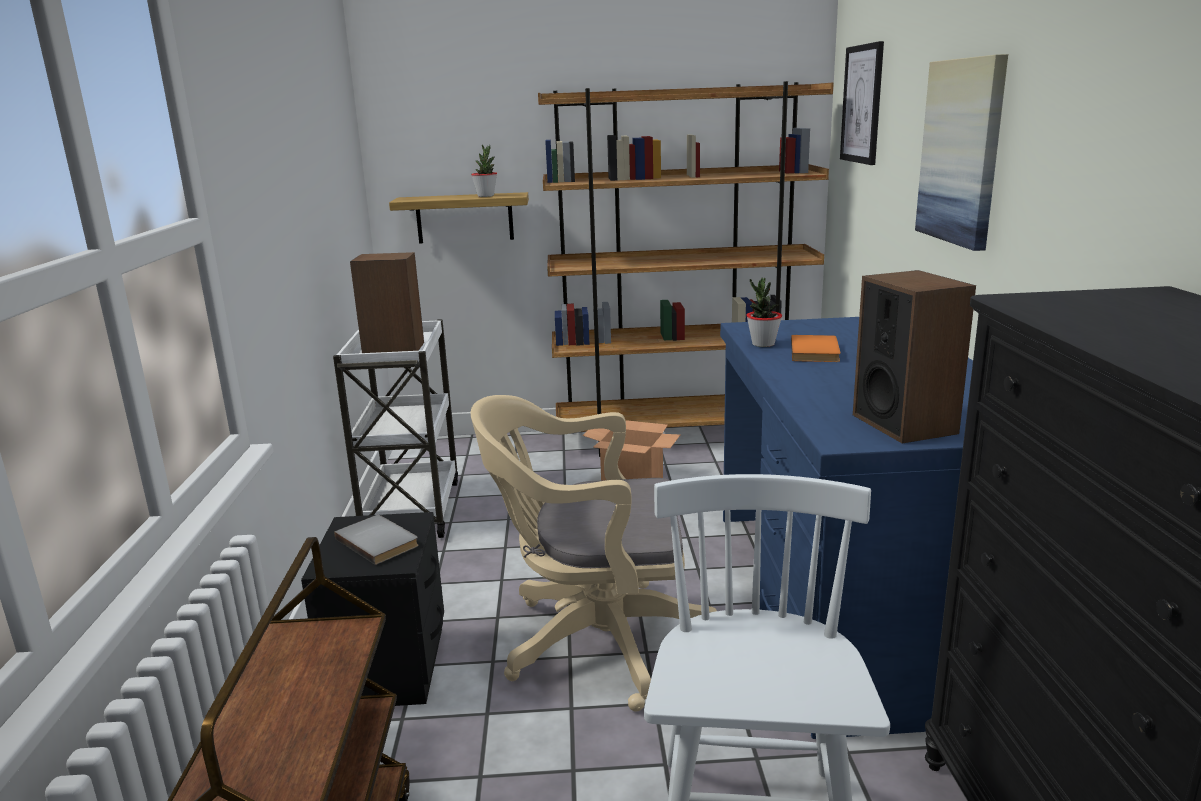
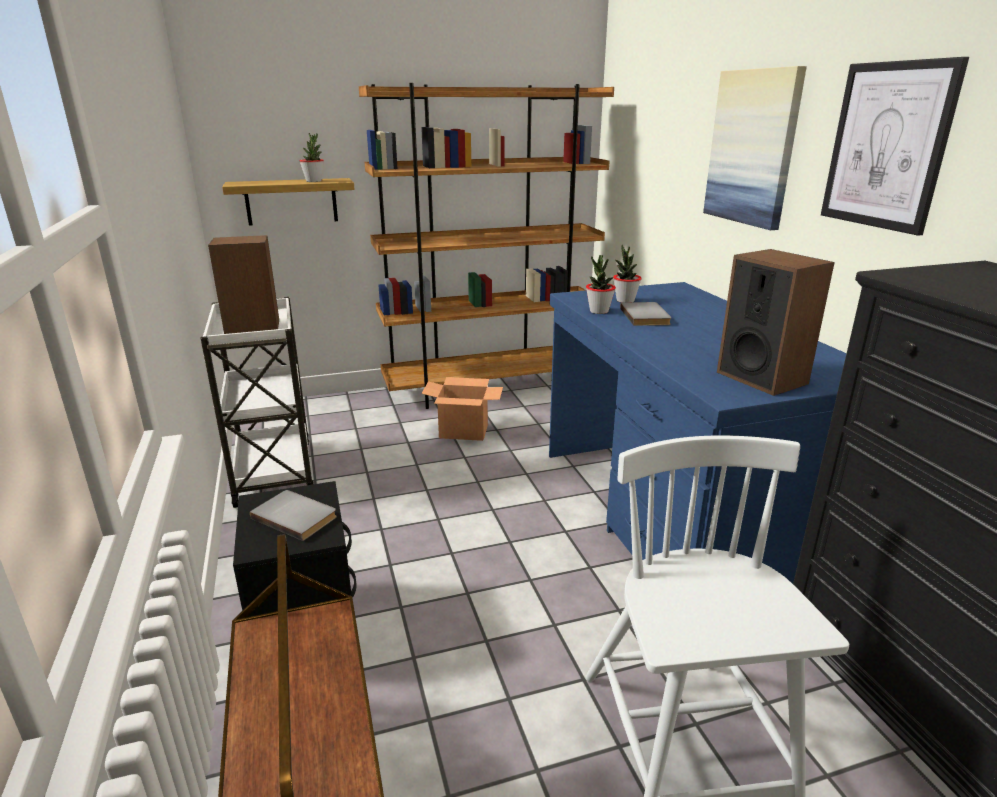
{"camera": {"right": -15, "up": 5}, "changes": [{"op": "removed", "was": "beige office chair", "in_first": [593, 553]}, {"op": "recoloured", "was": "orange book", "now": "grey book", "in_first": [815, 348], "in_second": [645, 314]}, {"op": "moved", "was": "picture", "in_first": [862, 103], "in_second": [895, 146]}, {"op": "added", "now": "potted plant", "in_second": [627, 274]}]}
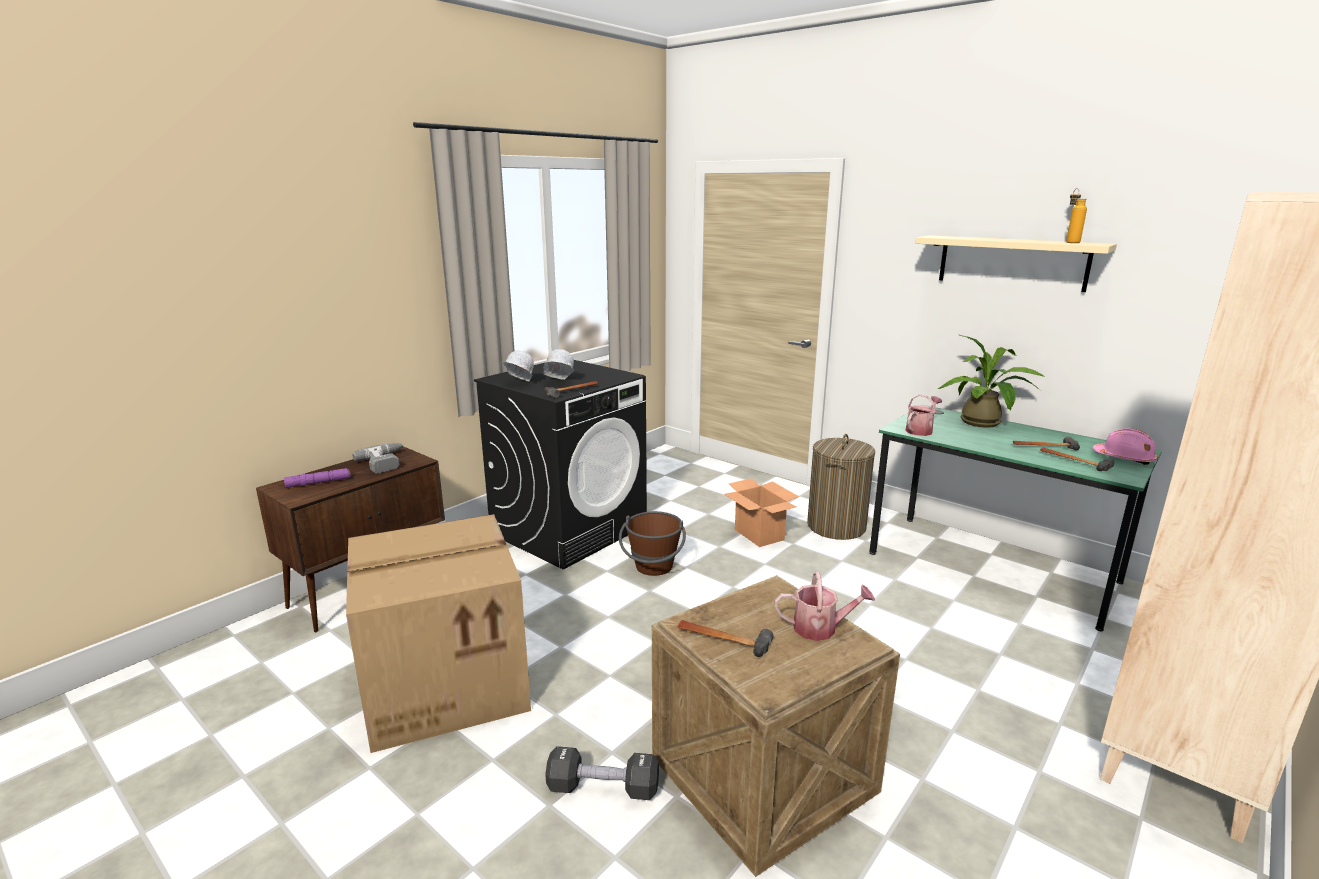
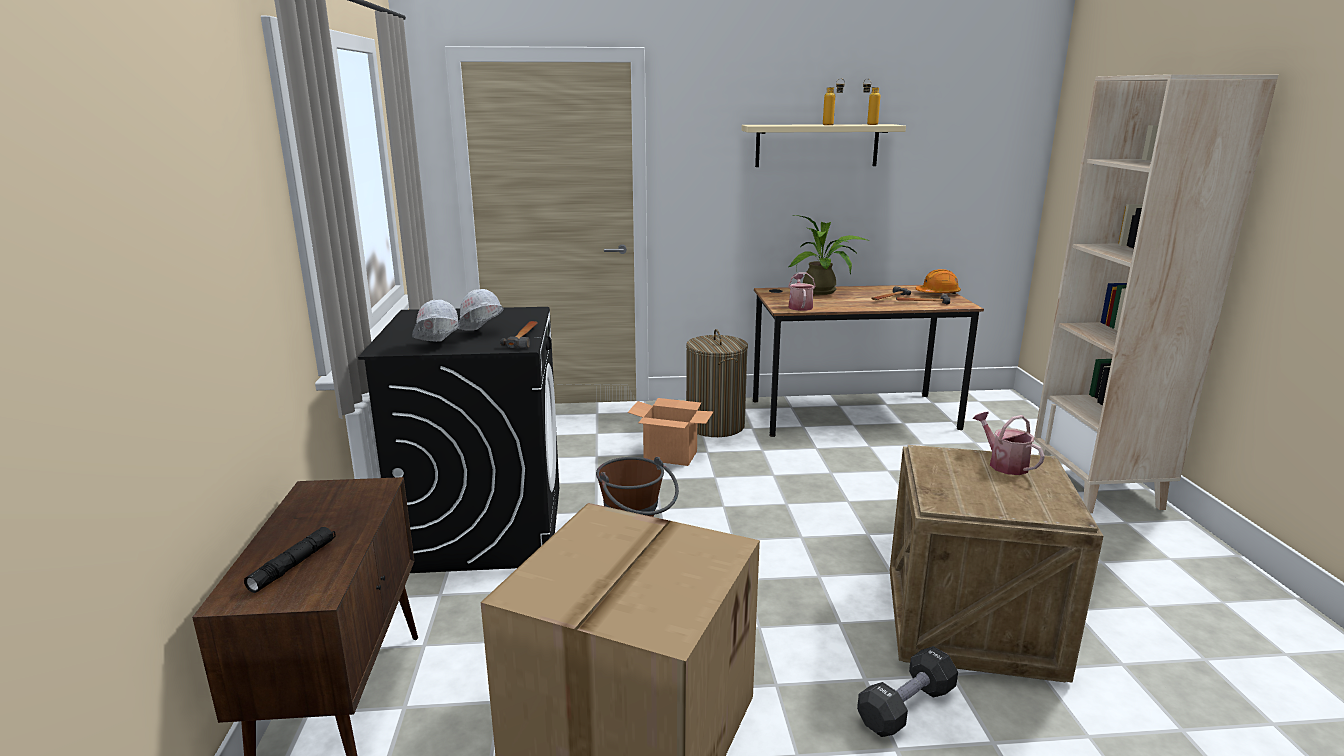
{"camera": {"right": -45, "up": 0}, "changes": [{"op": "recoloured", "was": "purple flashlight", "now": "black flashlight", "in_first": [317, 478], "in_second": [290, 560]}, {"op": "removed", "was": "power drill", "in_first": [378, 458]}, {"op": "removed", "was": "hammer", "in_first": [726, 638]}, {"op": "turned", "was": "watering can", "in_first": [825, 606], "in_second": [1009, 443], "clockwise": -75}, {"op": "recoloured", "was": "green desk", "now": "brown desk", "in_first": [1015, 518], "in_second": [868, 361]}, {"op": "recoloured", "was": "pink hard hat", "now": "orange hard hat", "in_first": [1125, 446], "in_second": [938, 281]}, {"op": "added", "now": "bottle", "in_second": [834, 101]}]}
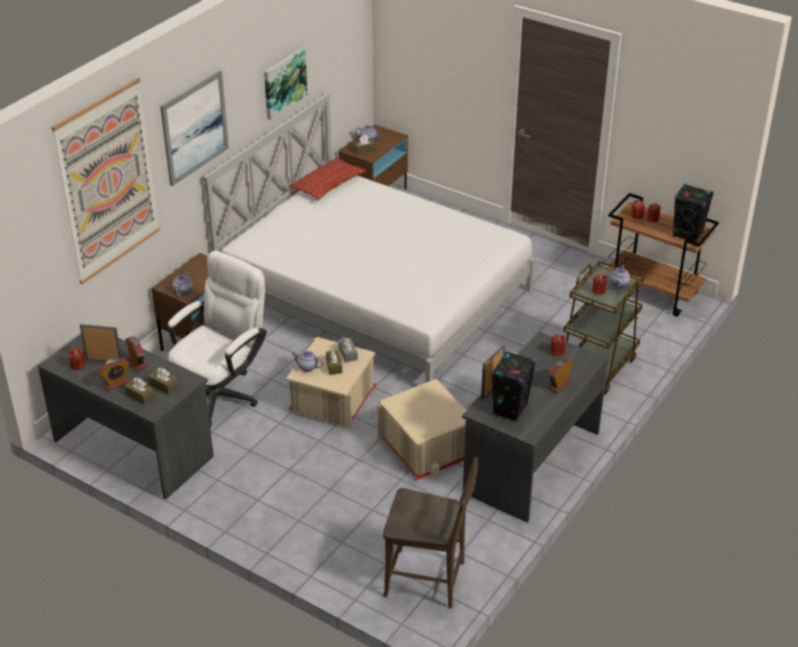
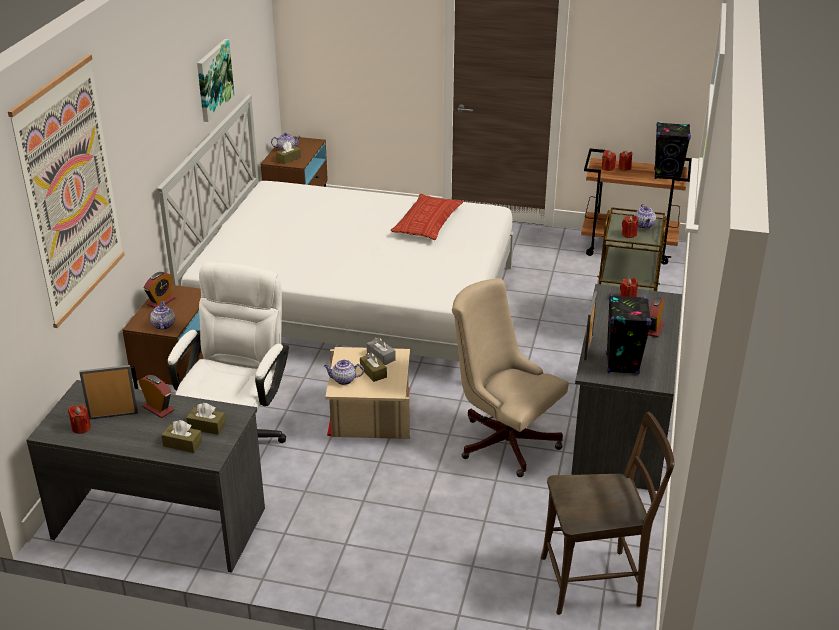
{"camera": {"right": -20, "up": -5}, "changes": [{"op": "moved", "was": "alarm clock", "in_first": [114, 374], "in_second": [159, 290]}, {"op": "removed", "was": "picture", "in_first": [194, 128]}, {"op": "moved", "was": "pillow", "in_first": [327, 178], "in_second": [426, 217]}, {"op": "replaced", "was": "beige storage box", "now": "beige office chair", "in_first": [422, 429], "in_second": [510, 377]}]}
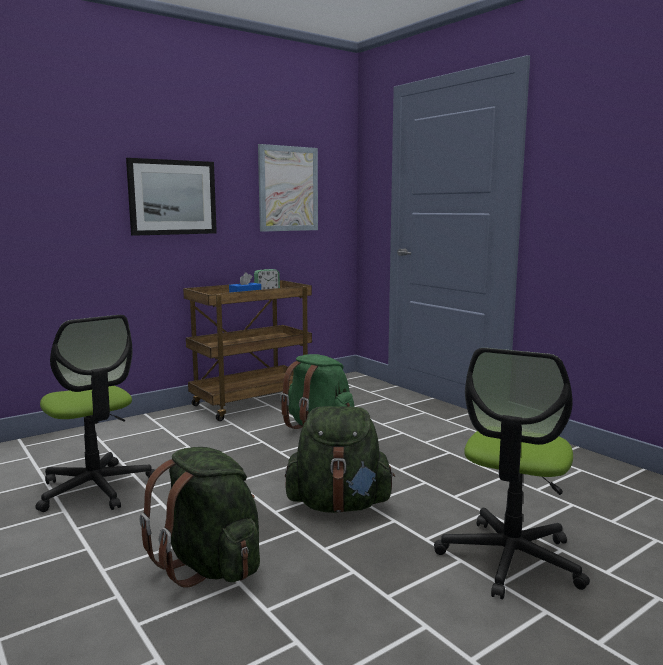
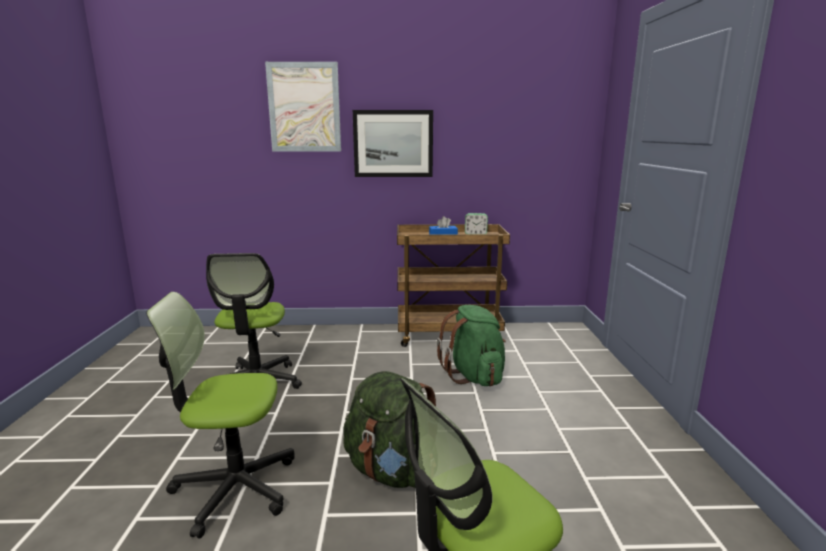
{"camera": {"right": 35, "up": 5}, "changes": [{"op": "replaced", "was": "green backpack", "now": "office chair", "in_first": [200, 517], "in_second": [220, 415]}, {"op": "moved", "was": "picture", "in_first": [288, 188], "in_second": [303, 107]}]}
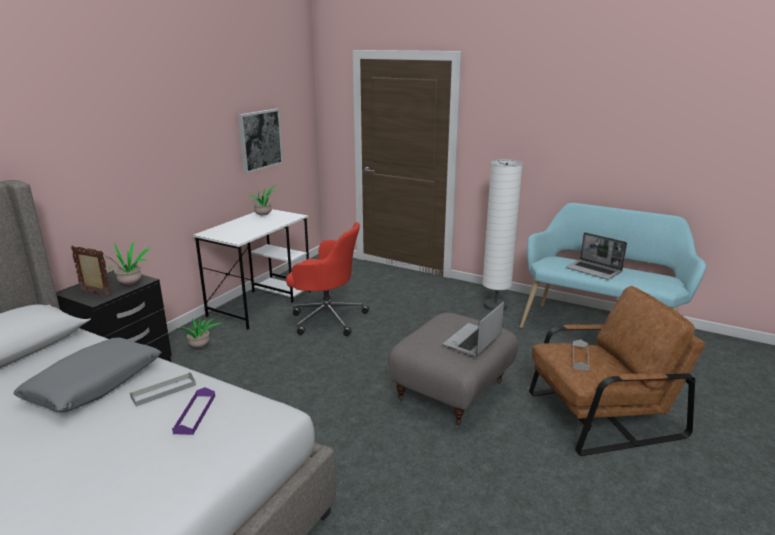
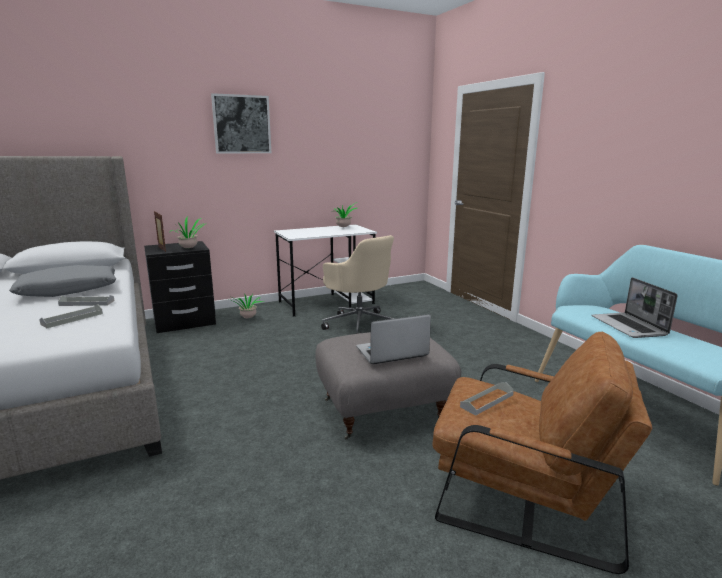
{"camera": {"right": 35, "up": -5}, "changes": [{"op": "recoloured", "was": "purple tray", "now": "grey tray", "in_first": [193, 411], "in_second": [71, 316]}, {"op": "moved", "was": "picture", "in_first": [260, 141], "in_second": [241, 123]}, {"op": "recoloured", "was": "red office chair", "now": "beige office chair", "in_first": [327, 279], "in_second": [358, 284]}, {"op": "removed", "was": "white floor lamp", "in_first": [503, 235]}]}
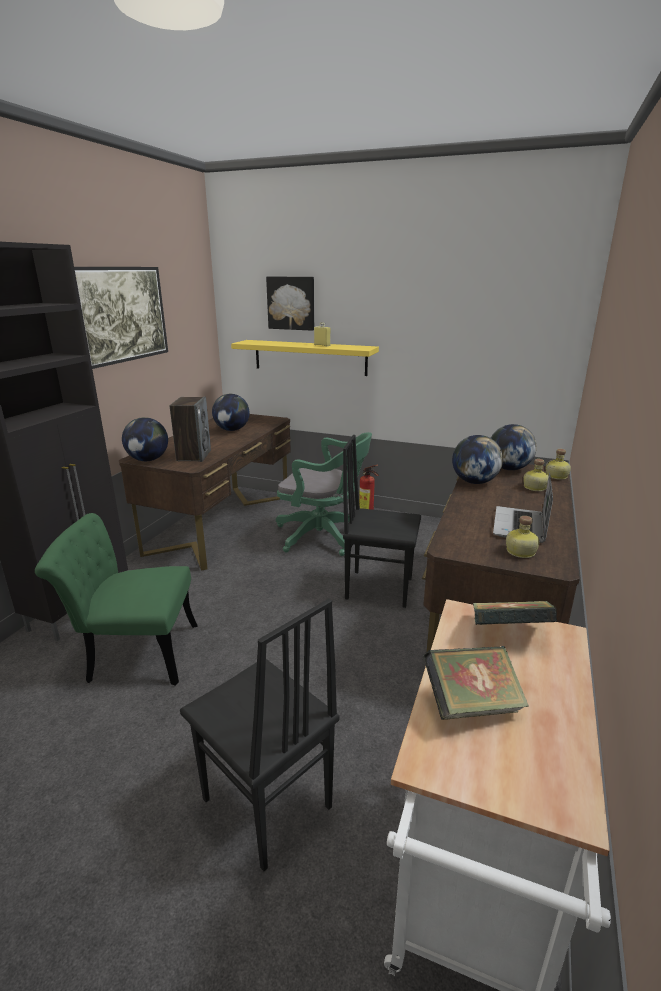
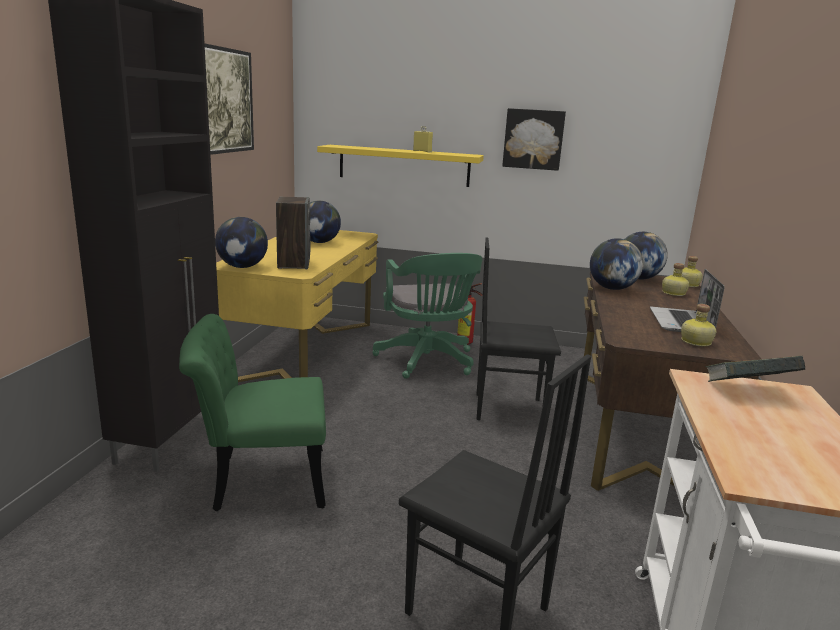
{"camera": {"right": -10, "up": -5}, "changes": [{"op": "recoloured", "was": "brown desk", "now": "yellow desk", "in_first": [205, 492], "in_second": [297, 306]}, {"op": "moved", "was": "picture", "in_first": [290, 303], "in_second": [534, 139]}, {"op": "turned", "was": "green office chair", "in_first": [324, 494], "in_second": [427, 316], "clockwise": 60}, {"op": "removed", "was": "book", "in_first": [476, 683]}]}
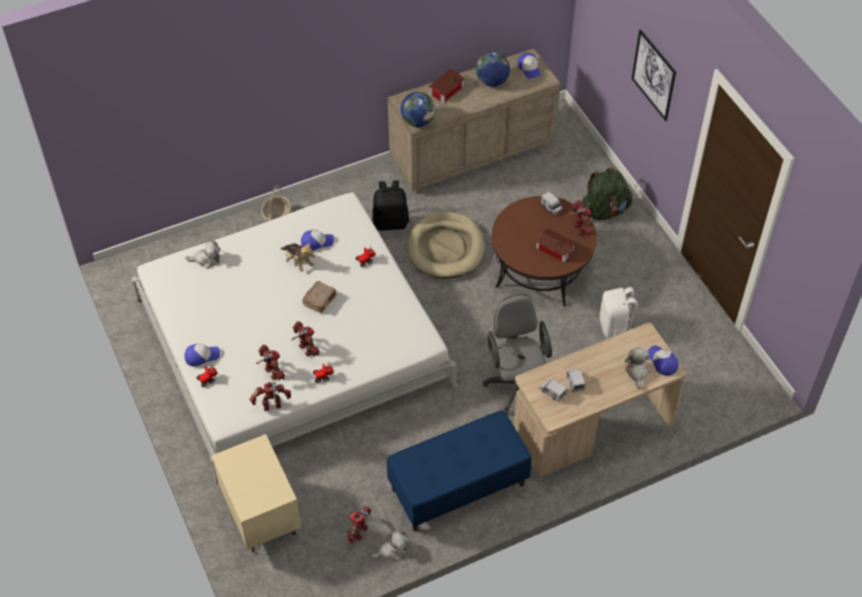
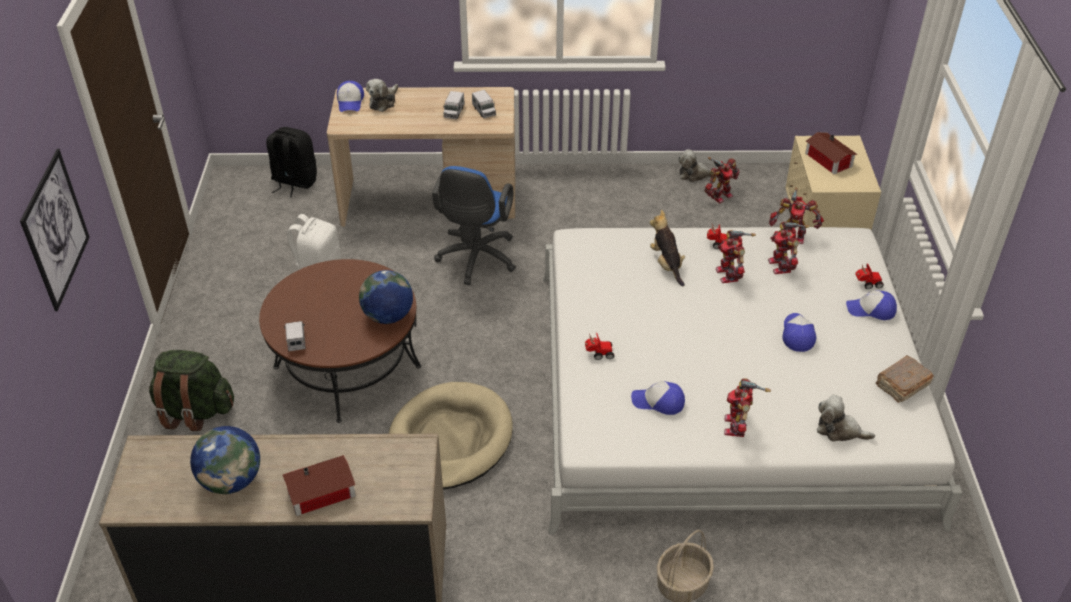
{"camera": {"right": -155, "up": -10}, "changes": [{"op": "moved", "was": "plush toy", "in_first": [298, 256], "in_second": [667, 248]}, {"op": "moved", "was": "brown book", "in_first": [319, 297], "in_second": [905, 379]}, {"op": "moved", "was": "black backpack", "in_first": [390, 205], "in_second": [291, 162]}, {"op": "removed", "was": "blue bench", "in_first": [459, 471]}, {"op": "moved", "was": "globe", "in_first": [418, 109], "in_second": [386, 297]}, {"op": "recoloured", "was": "grey office chair", "now": "blue office chair", "in_first": [517, 354], "in_second": [474, 225]}, {"op": "moved", "was": "cap", "in_first": [529, 66], "in_second": [799, 332]}, {"op": "moved", "was": "toy house", "in_first": [556, 245], "in_second": [831, 153]}, {"op": "moved", "was": "toy robot", "in_first": [580, 218], "in_second": [747, 408]}]}
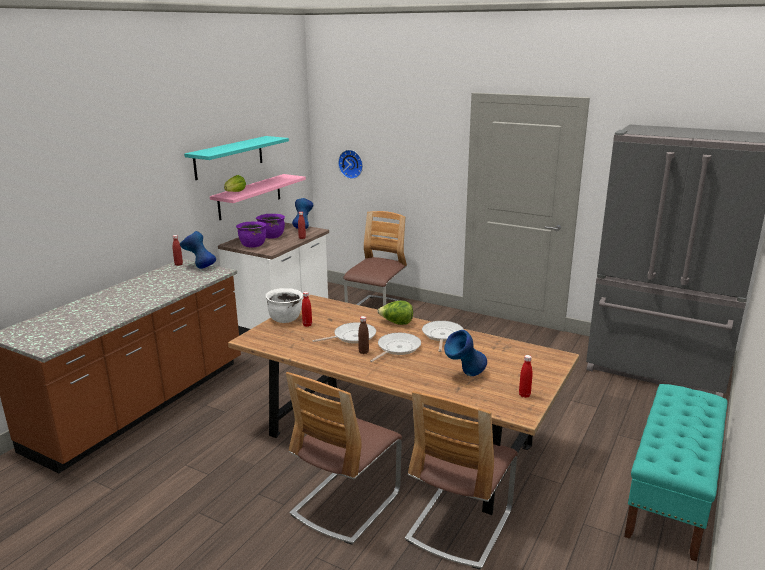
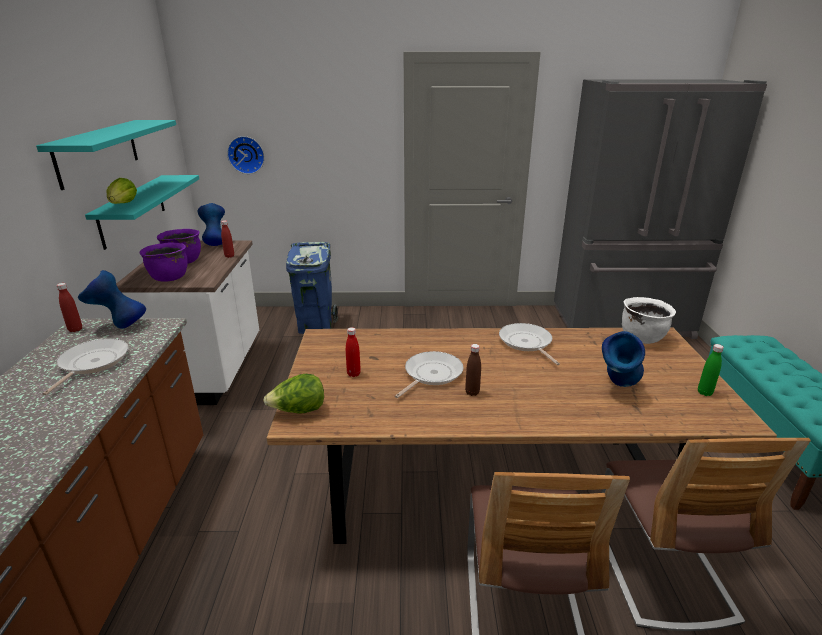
{"camera": {"right": -30, "up": 5}, "changes": [{"op": "recoloured", "was": "pink shelf", "now": "turquoise shelf", "in_first": [258, 197], "in_second": [142, 212]}, {"op": "moved", "was": "white cooking pot", "in_first": [284, 305], "in_second": [649, 320]}, {"op": "replaced", "was": "chair", "now": "blue trash can", "in_first": [375, 258], "in_second": [312, 288]}, {"op": "moved", "was": "frying pan", "in_first": [395, 347], "in_second": [85, 366]}, {"op": "moved", "was": "lettuce", "in_first": [395, 312], "in_second": [293, 394]}, {"op": "recoloured", "was": "red bottle", "now": "green bottle", "in_first": [526, 376], "in_second": [711, 370]}]}
